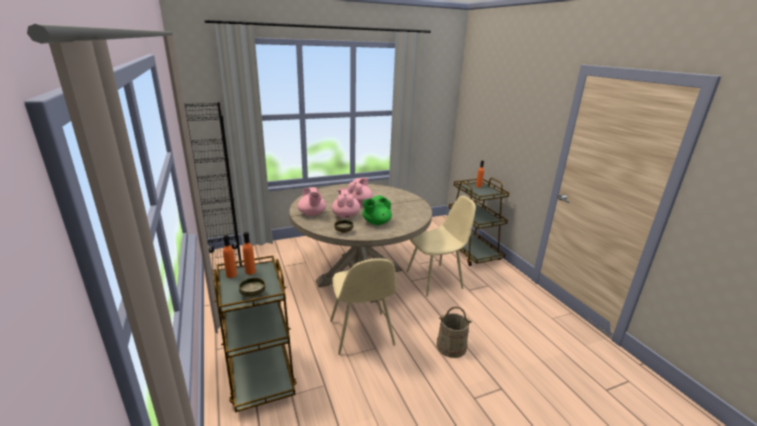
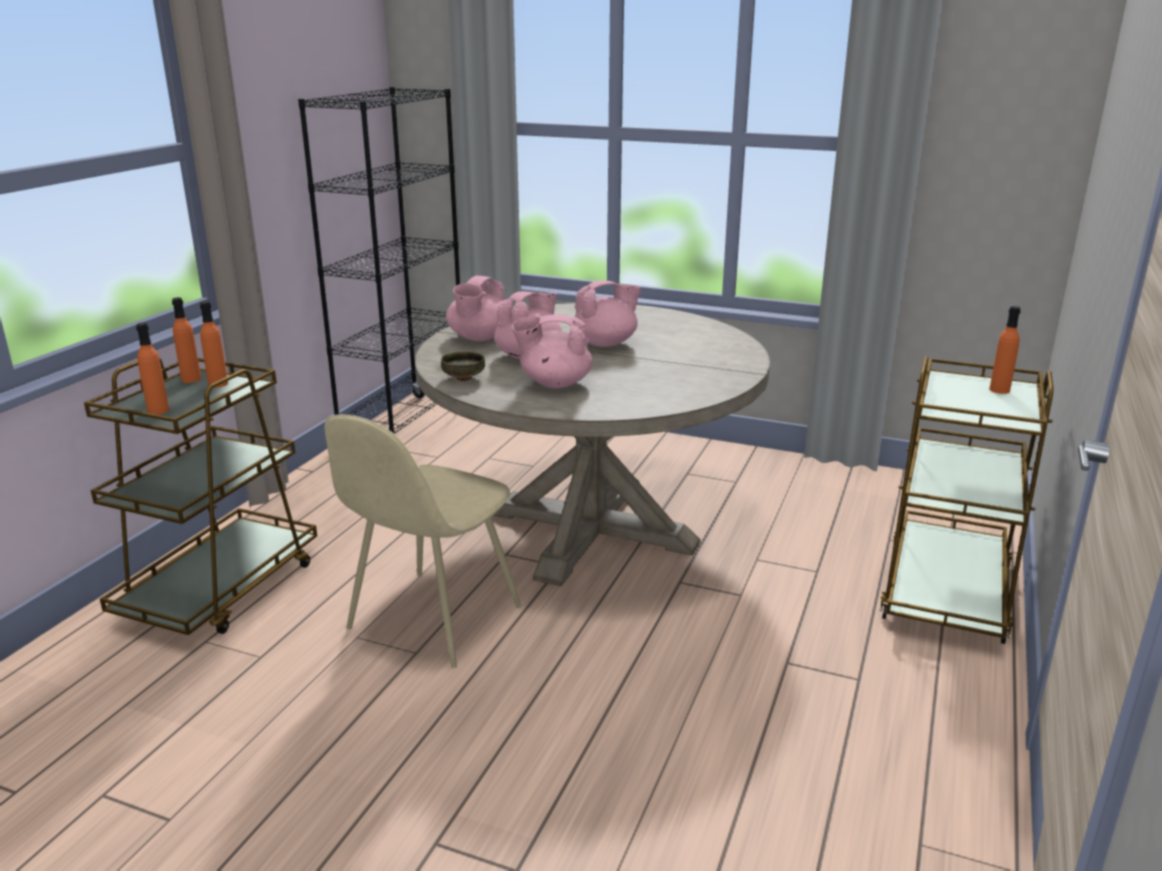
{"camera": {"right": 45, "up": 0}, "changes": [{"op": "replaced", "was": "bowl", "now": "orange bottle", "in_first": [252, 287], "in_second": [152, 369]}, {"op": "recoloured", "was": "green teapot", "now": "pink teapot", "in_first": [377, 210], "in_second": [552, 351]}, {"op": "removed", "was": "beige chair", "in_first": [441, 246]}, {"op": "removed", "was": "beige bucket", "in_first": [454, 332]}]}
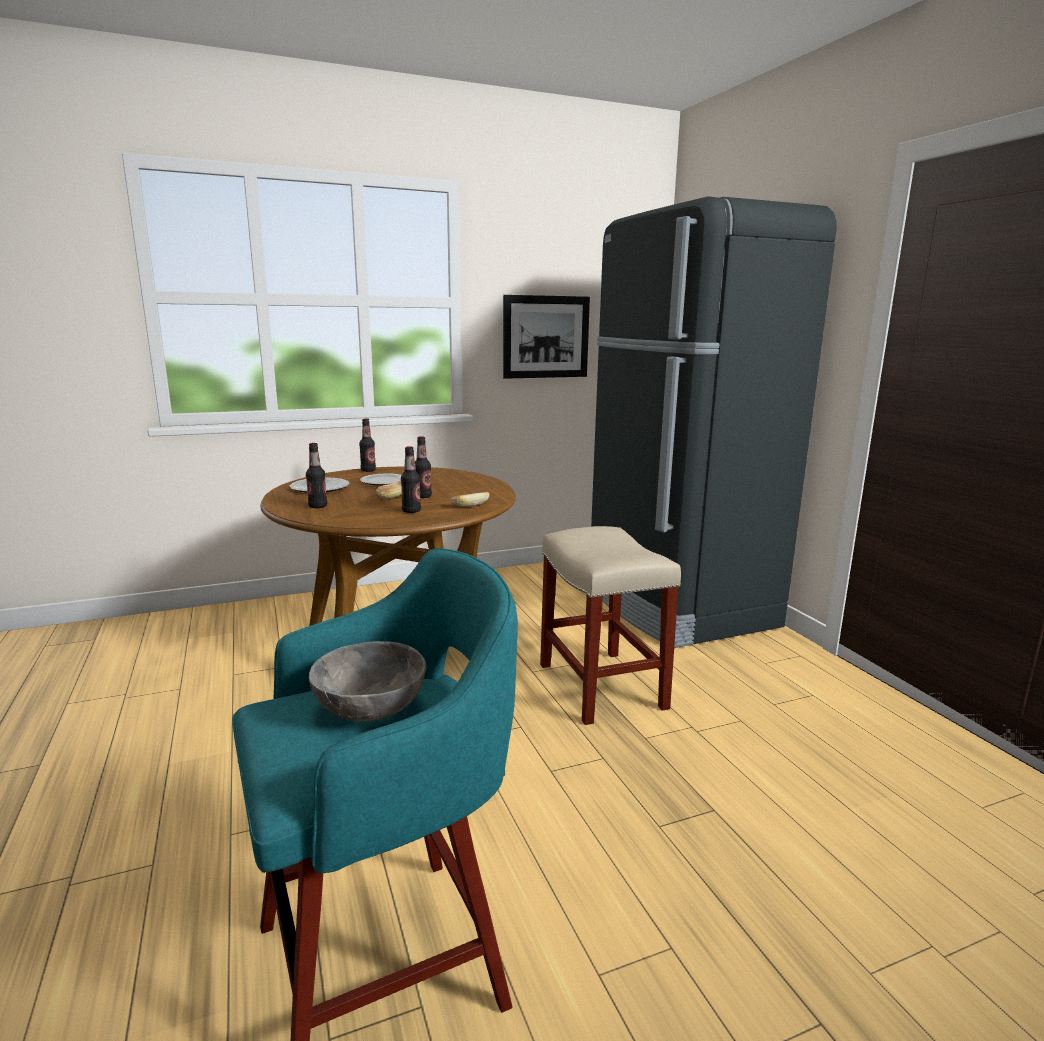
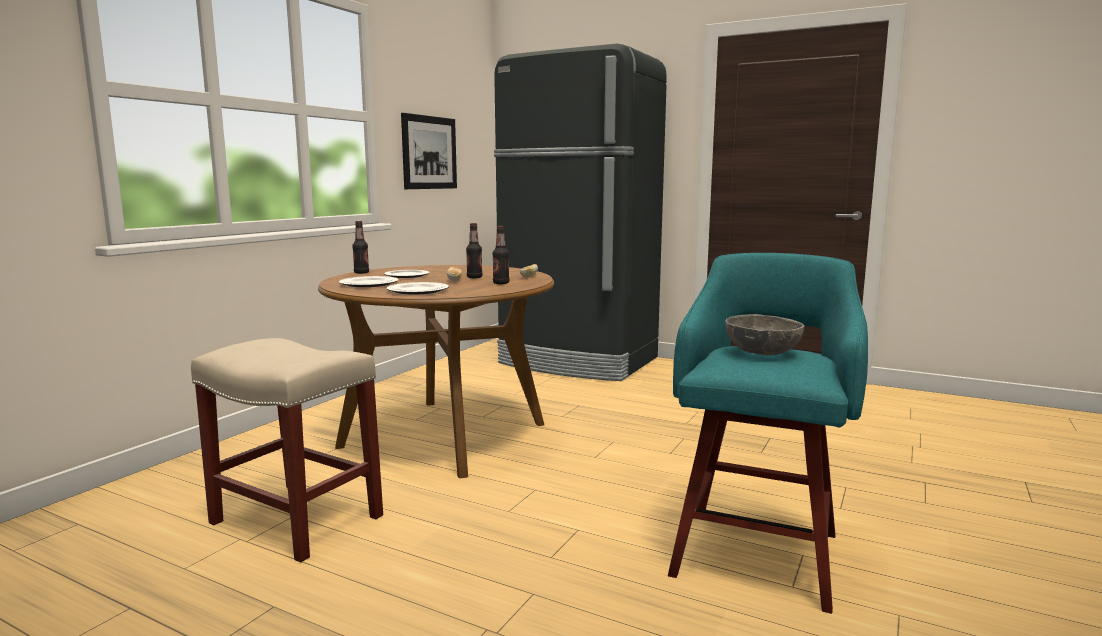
{"camera": {"right": -40, "up": -5}, "changes": [{"op": "replaced", "was": "bottle", "now": "plate", "in_first": [316, 475], "in_second": [418, 288]}, {"op": "moved", "was": "beige stool", "in_first": [610, 625], "in_second": [287, 450]}]}
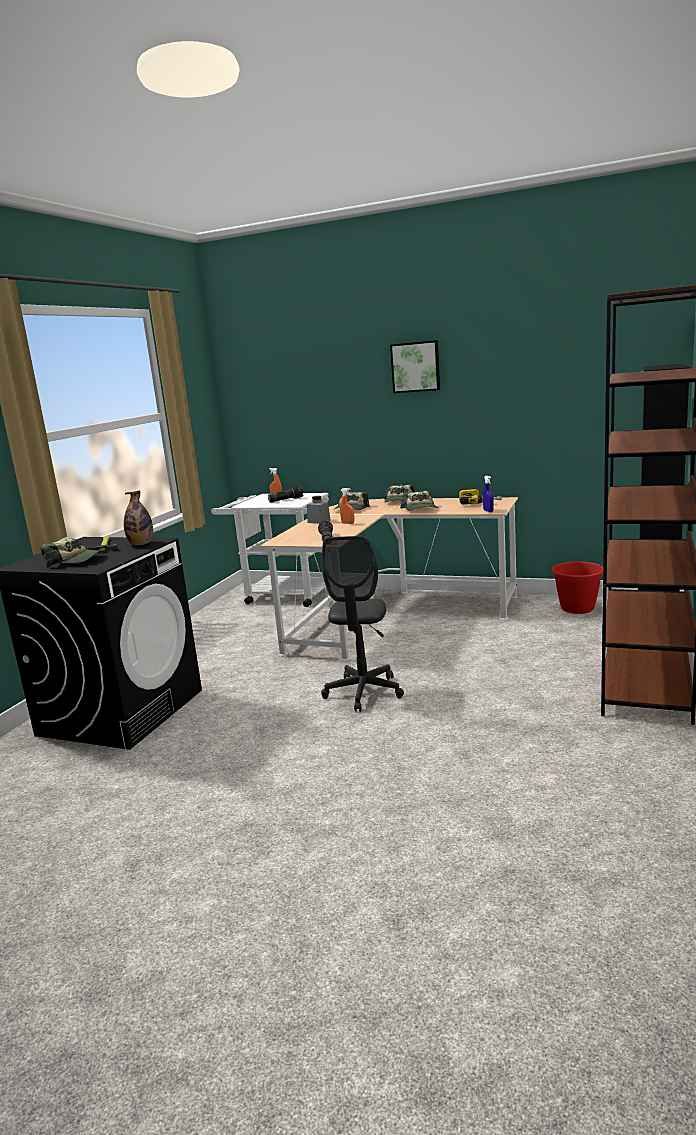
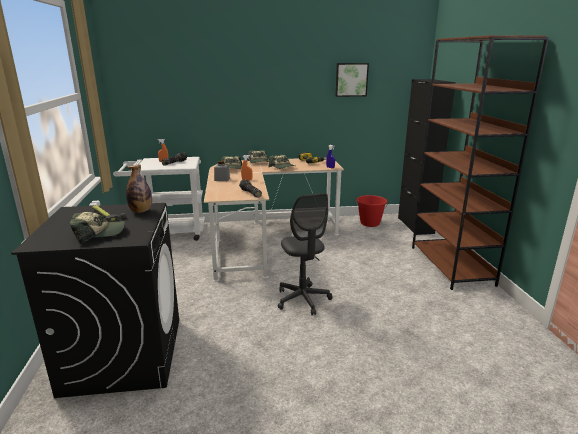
{"camera": {"right": -30, "up": 5}, "changes": [{"op": "moved", "was": "picture", "in_first": [415, 366], "in_second": [352, 80]}]}
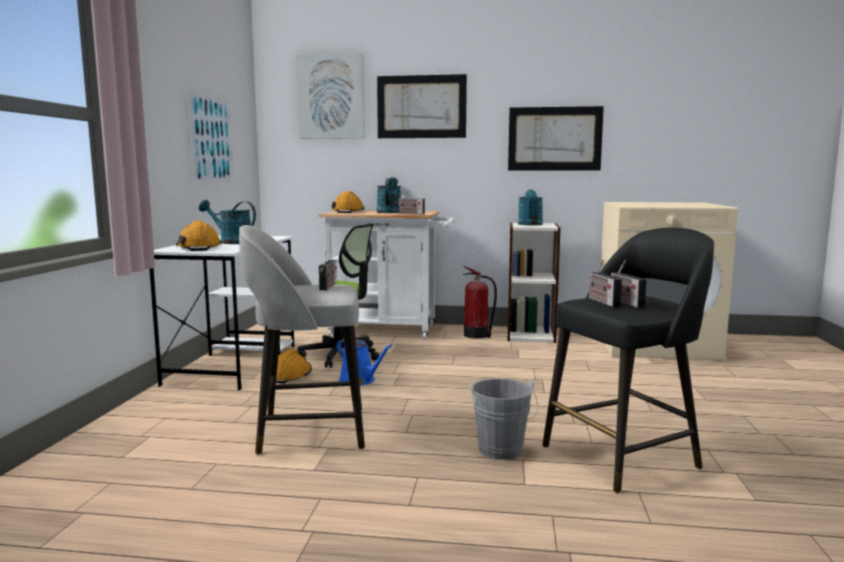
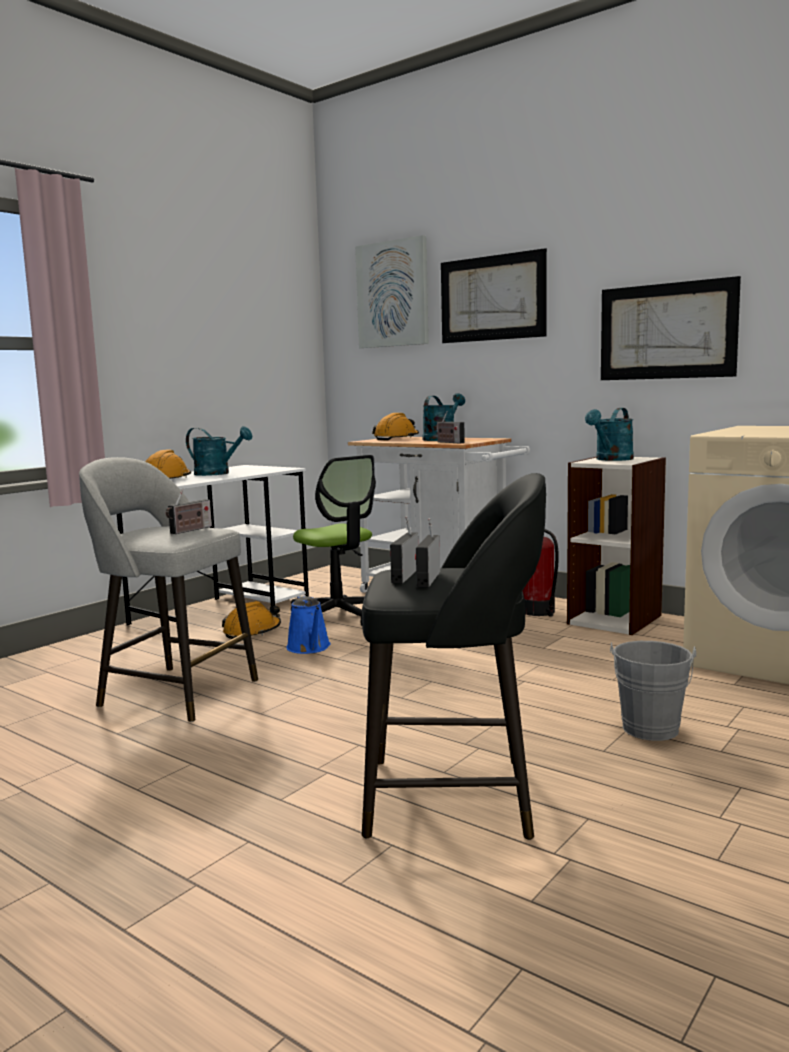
{"camera": {"right": 30, "up": 0}, "changes": [{"op": "removed", "was": "picture", "in_first": [211, 137]}, {"op": "turned", "was": "turquoise watering can", "in_first": [227, 222], "in_second": [219, 451], "clockwise": 150}, {"op": "moved", "was": "grey bucket", "in_first": [504, 419], "in_second": [653, 691]}]}
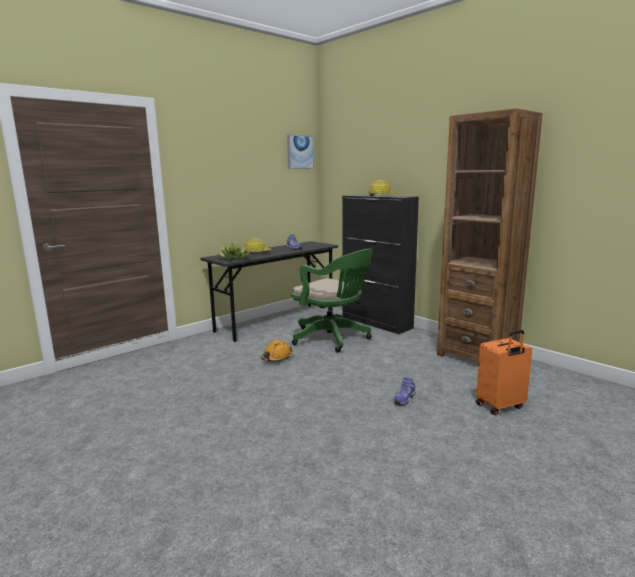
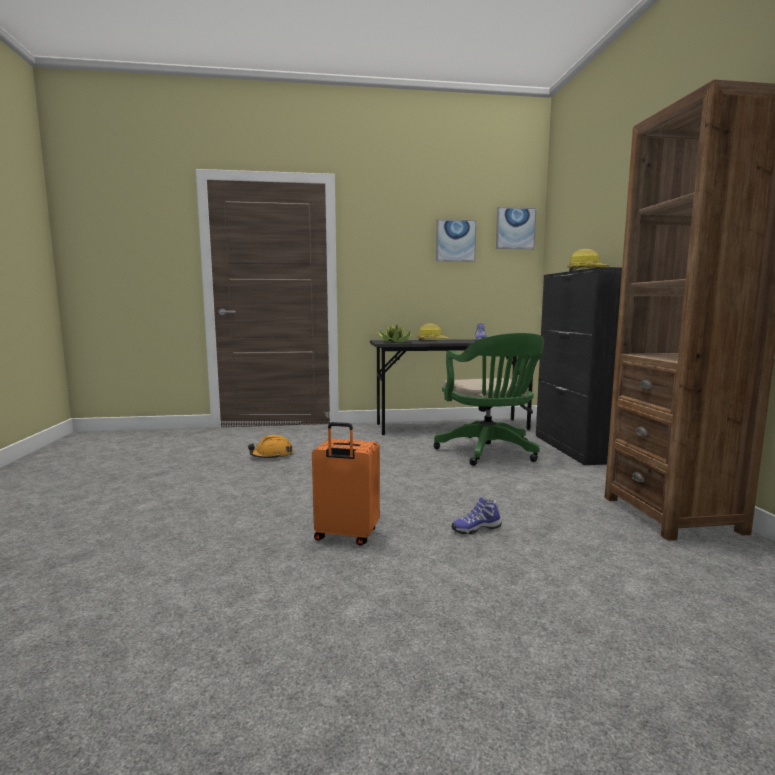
{"camera": {"right": 35, "up": -5}, "changes": [{"op": "moved", "was": "orange hard hat", "in_first": [277, 351], "in_second": [270, 447]}, {"op": "moved", "was": "orange suitcase", "in_first": [504, 372], "in_second": [346, 484]}, {"op": "added", "now": "picture", "in_second": [456, 240]}]}
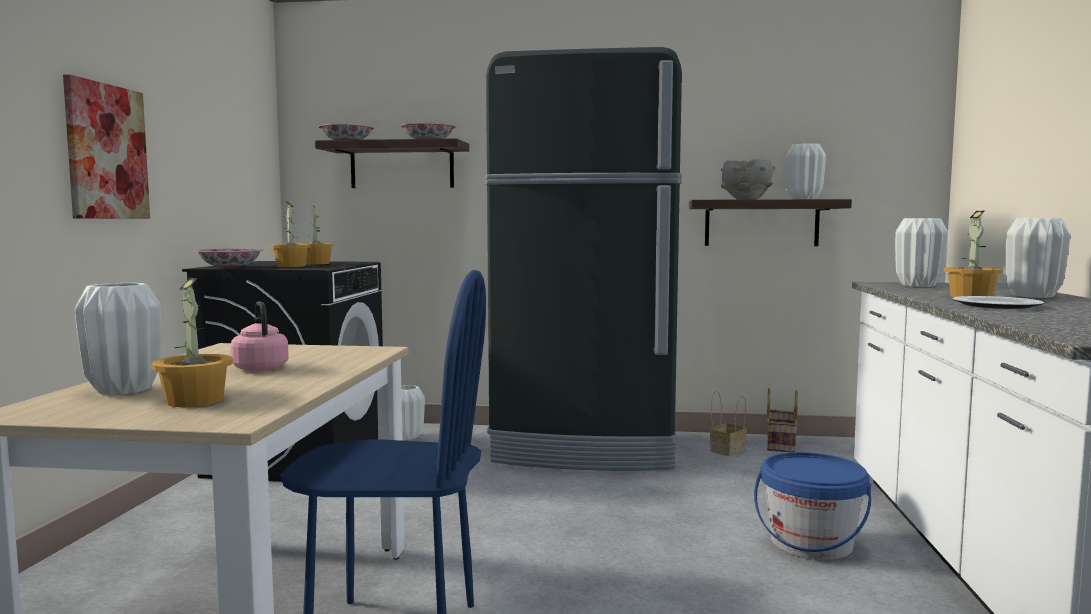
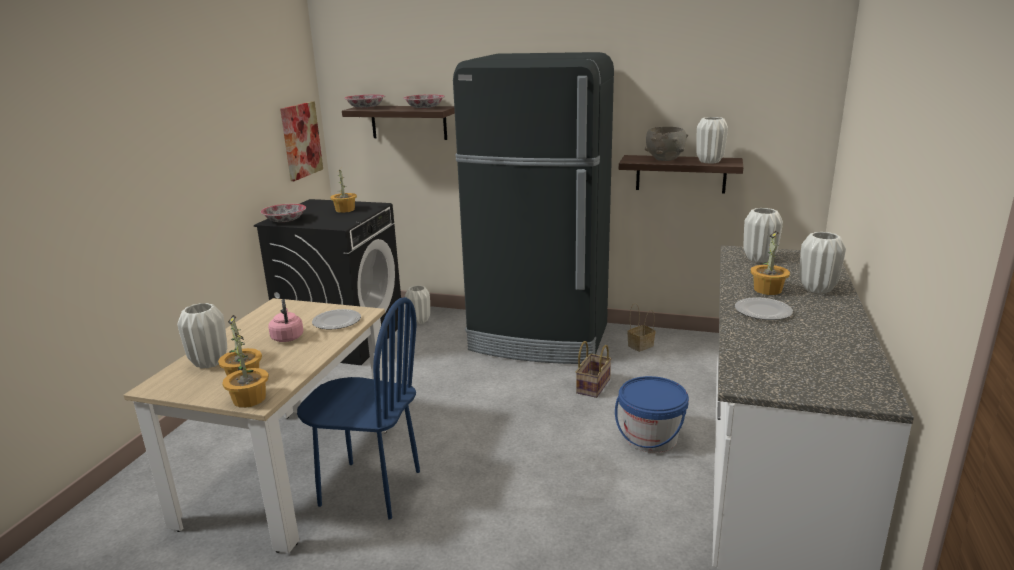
{"camera": {"right": 10, "up": 15}, "changes": [{"op": "moved", "was": "picture", "in_first": [106, 146], "in_second": [301, 141]}, {"op": "moved", "was": "potted plant", "in_first": [290, 234], "in_second": [245, 370]}, {"op": "moved", "was": "basket", "in_first": [782, 420], "in_second": [594, 369]}, {"op": "added", "now": "plate", "in_second": [336, 319]}]}
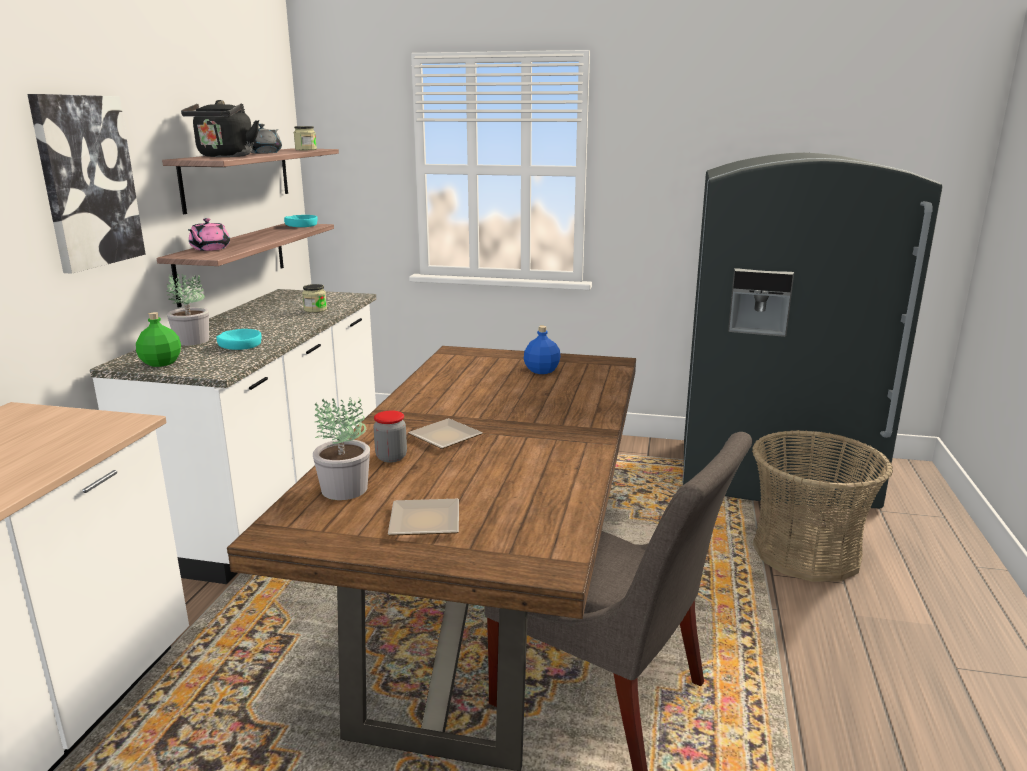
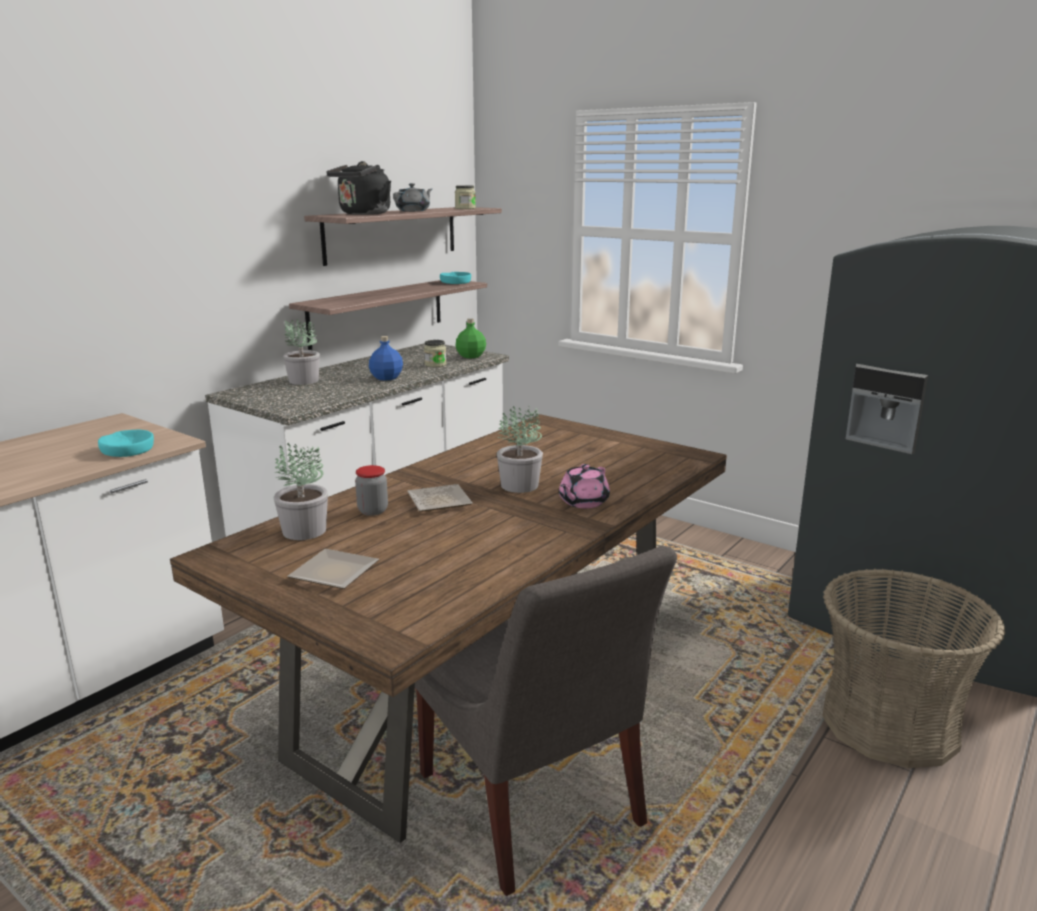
{"camera": {"right": 25, "up": 0}, "changes": [{"op": "removed", "was": "picture", "in_first": [86, 184]}, {"op": "moved", "was": "green bottle", "in_first": [158, 339], "in_second": [471, 338]}, {"op": "moved", "was": "pink teapot", "in_first": [209, 234], "in_second": [584, 486]}, {"op": "moved", "was": "turquoise bowl", "in_first": [238, 339], "in_second": [126, 443]}, {"op": "moved", "was": "blue bottle", "in_first": [542, 350], "in_second": [386, 358]}, {"op": "added", "now": "potted plant", "in_second": [520, 449]}]}
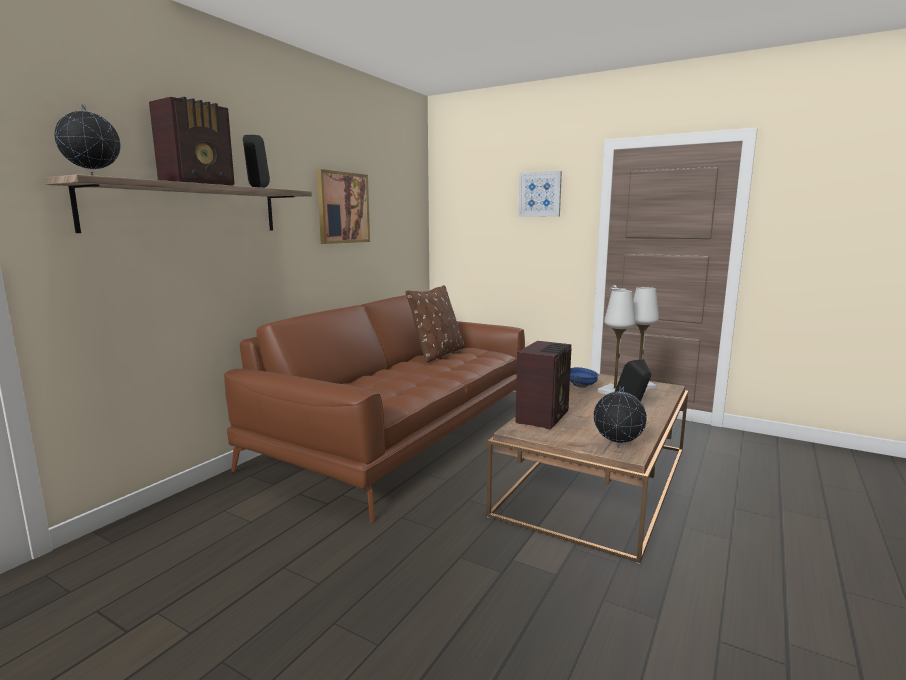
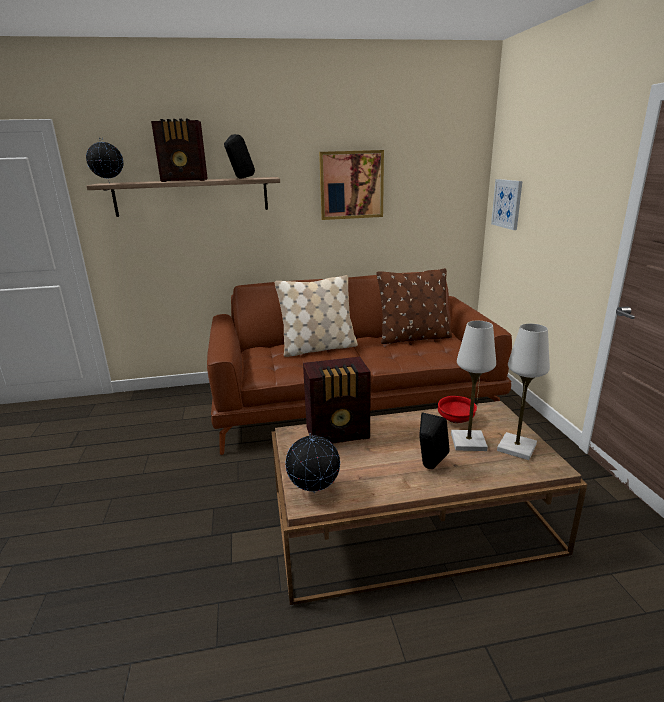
{"camera": {"right": 50, "up": 10}, "changes": [{"op": "moved", "was": "picture", "in_first": [540, 194], "in_second": [506, 204]}, {"op": "recoloured", "was": "blue bowl", "now": "red bowl", "in_first": [584, 377], "in_second": [457, 409]}, {"op": "added", "now": "beige pillow", "in_second": [316, 316]}]}
